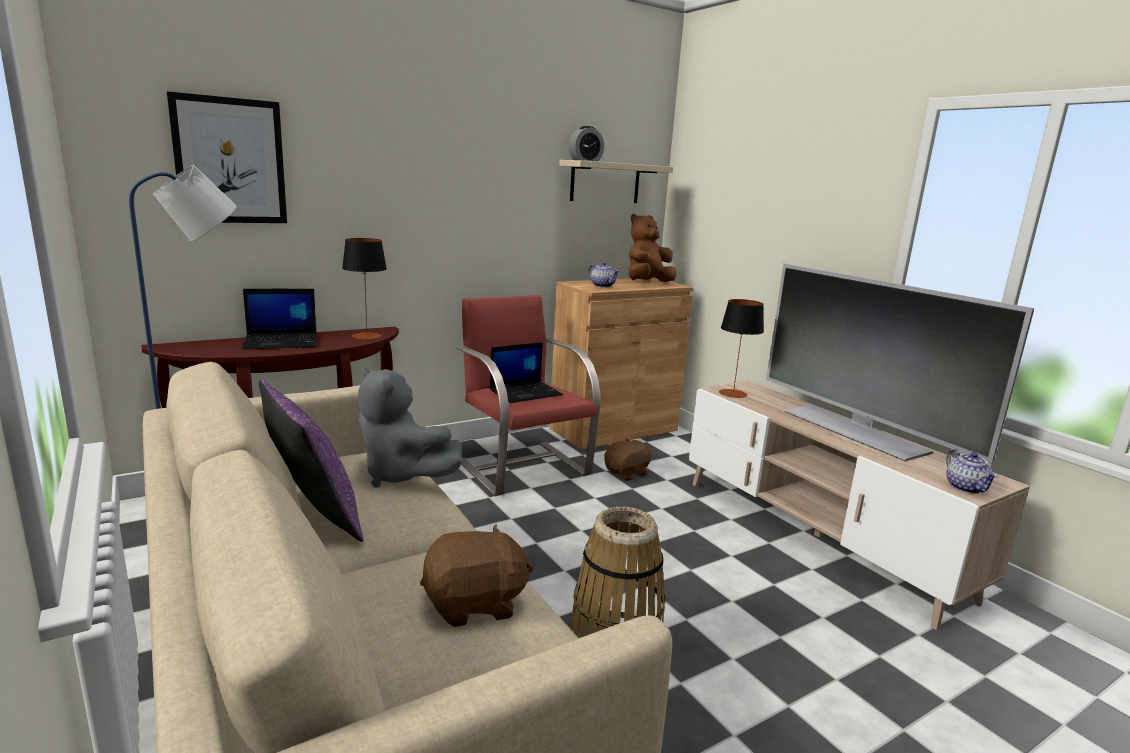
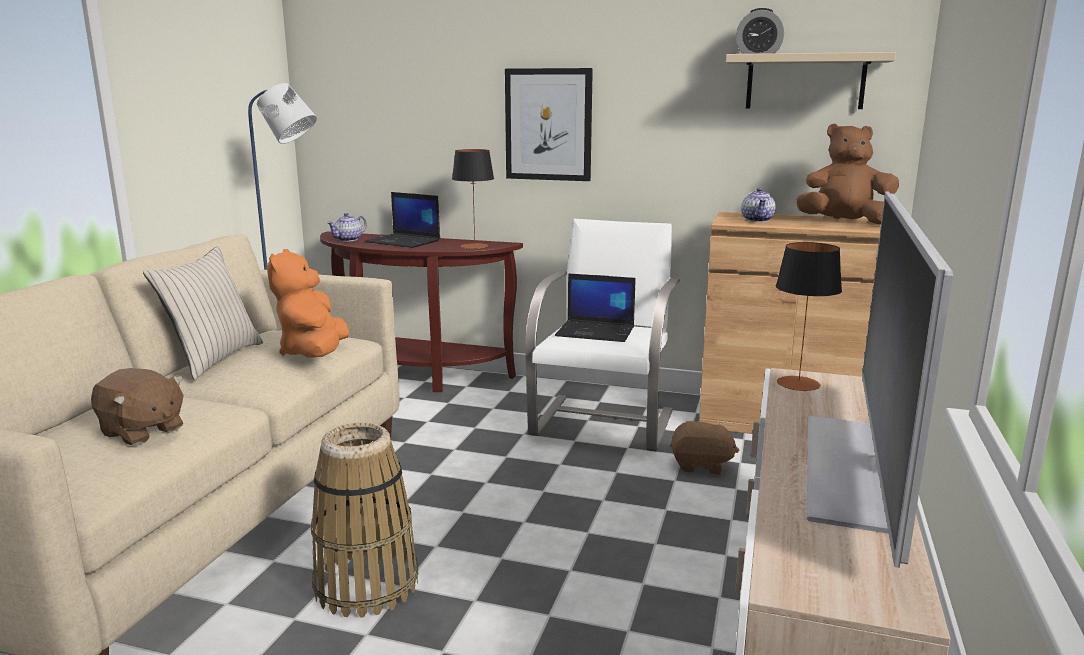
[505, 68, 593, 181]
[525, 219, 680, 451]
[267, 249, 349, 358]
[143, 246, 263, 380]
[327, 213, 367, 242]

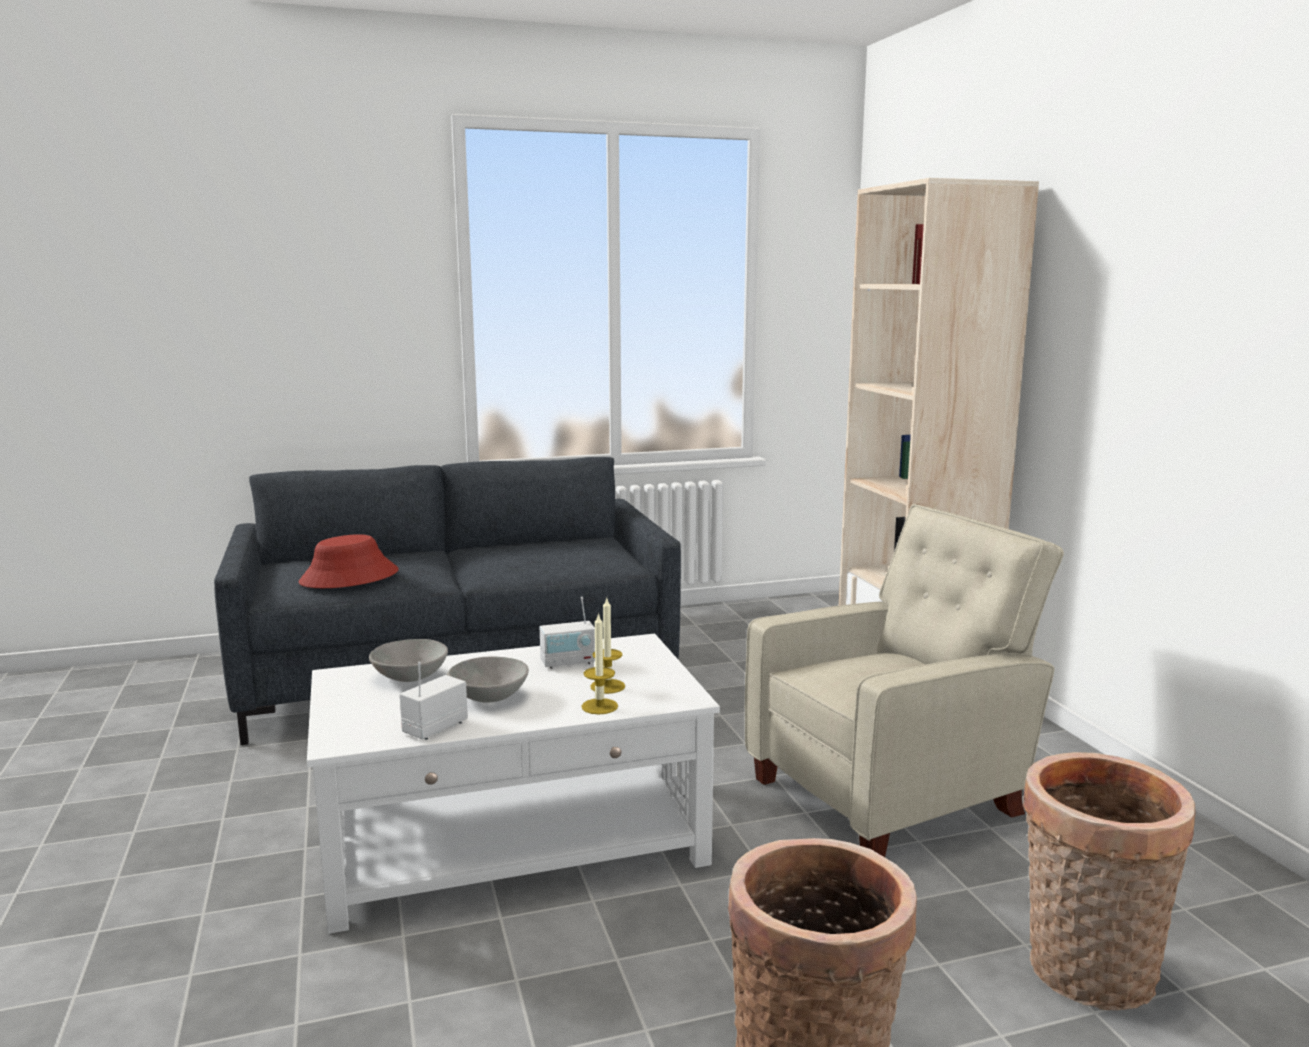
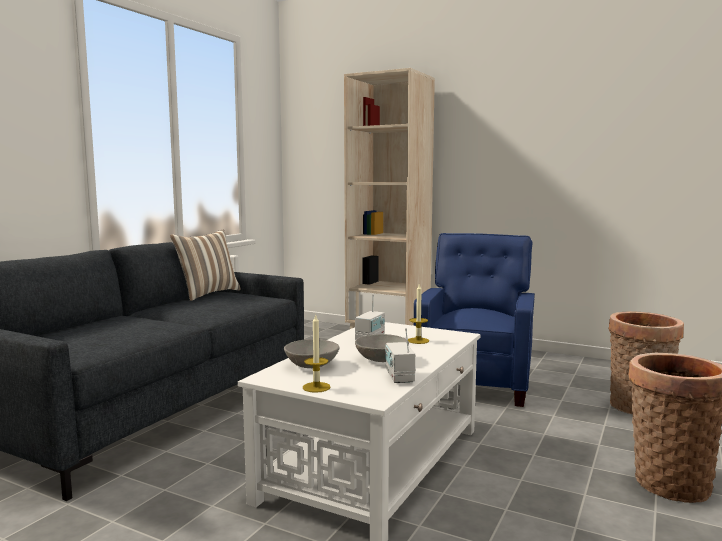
[414, 233, 535, 407]
[299, 534, 399, 588] (first image)
[303, 315, 331, 393]
[170, 230, 240, 301]

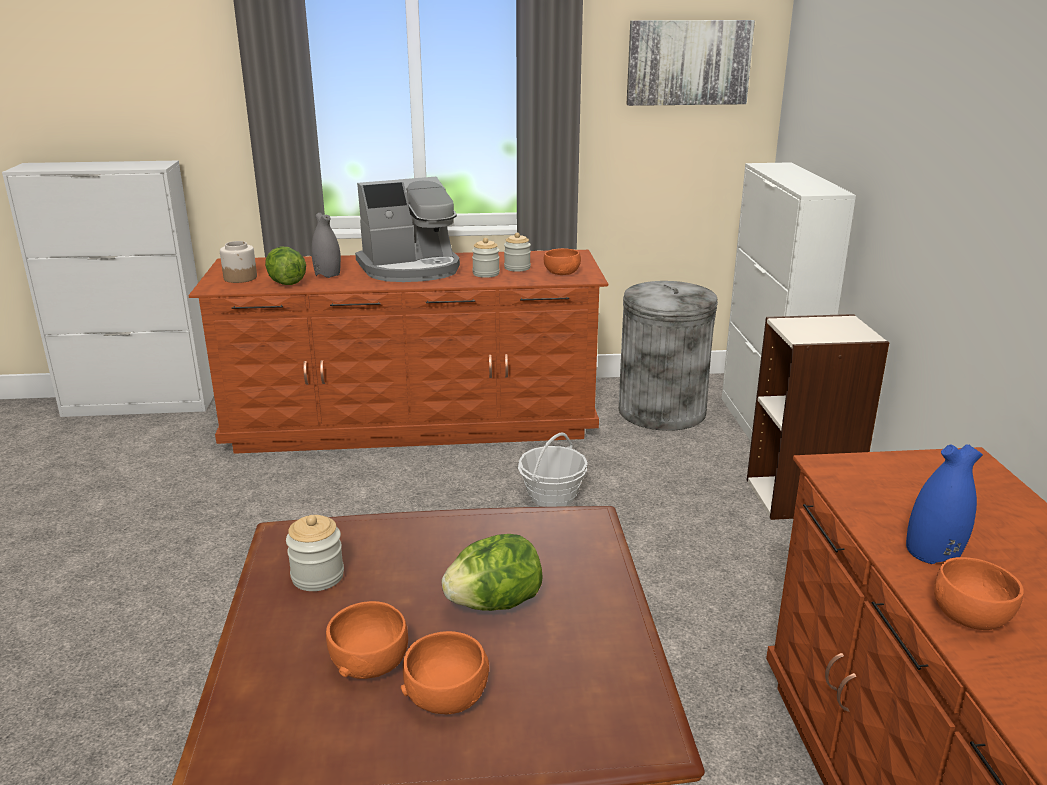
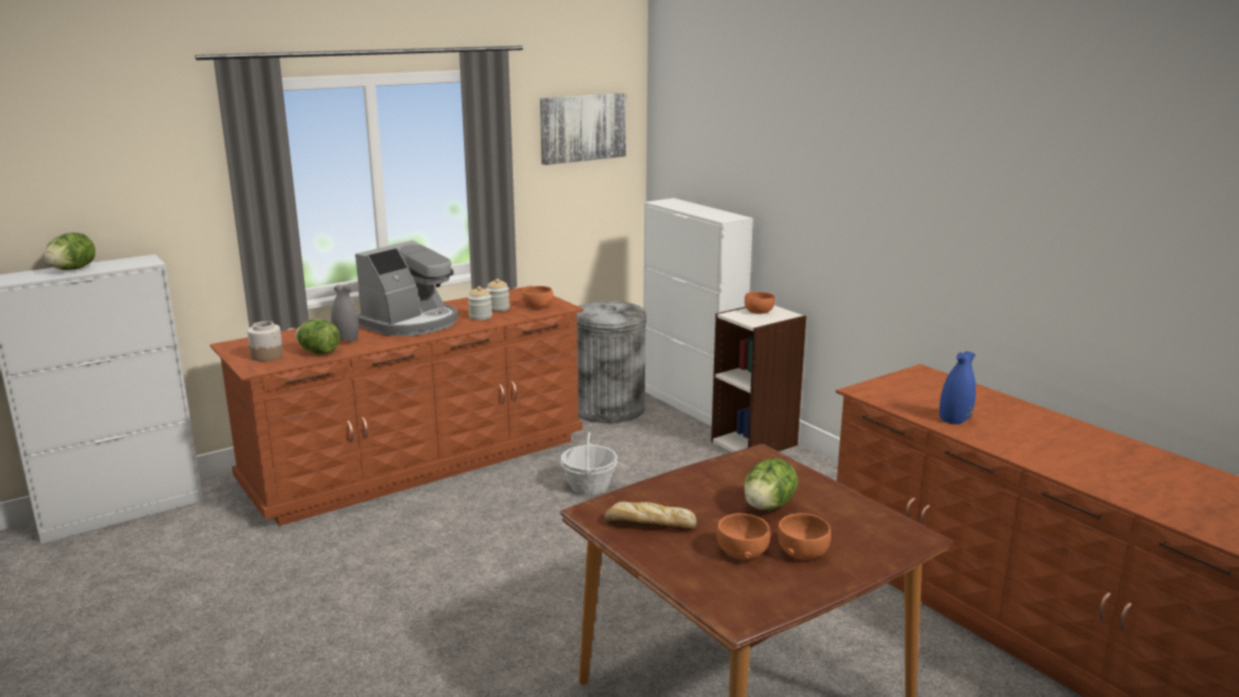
[605, 502, 697, 530]
[745, 292, 775, 314]
[44, 233, 95, 270]

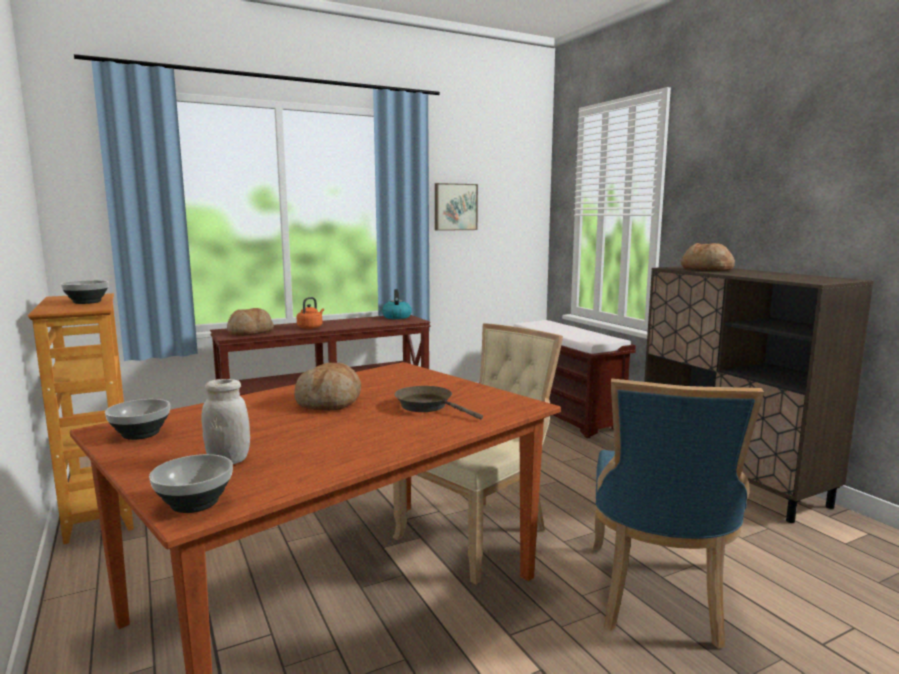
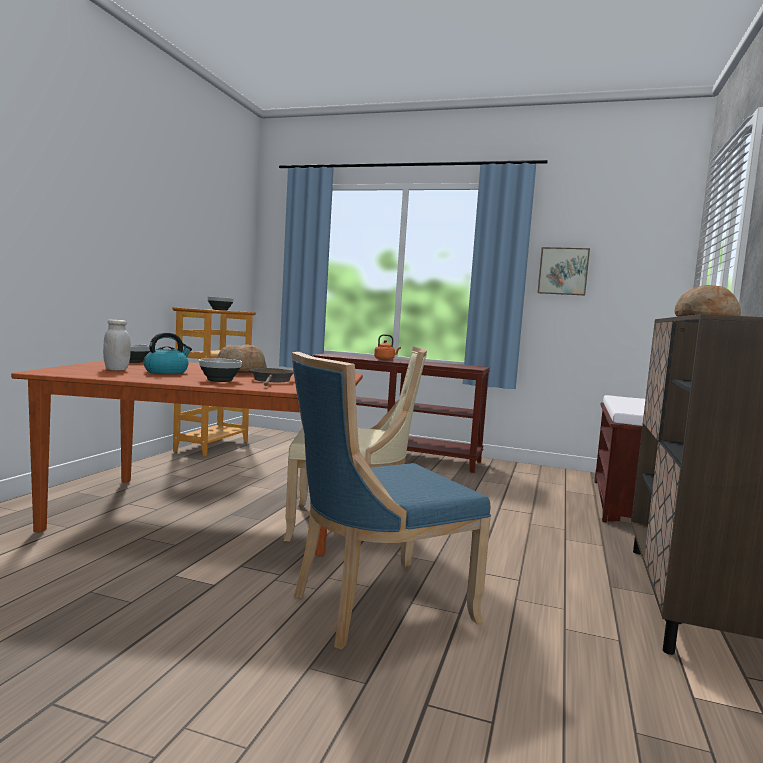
[144, 332, 192, 374]
[227, 308, 274, 336] (first image)
[199, 358, 242, 382]

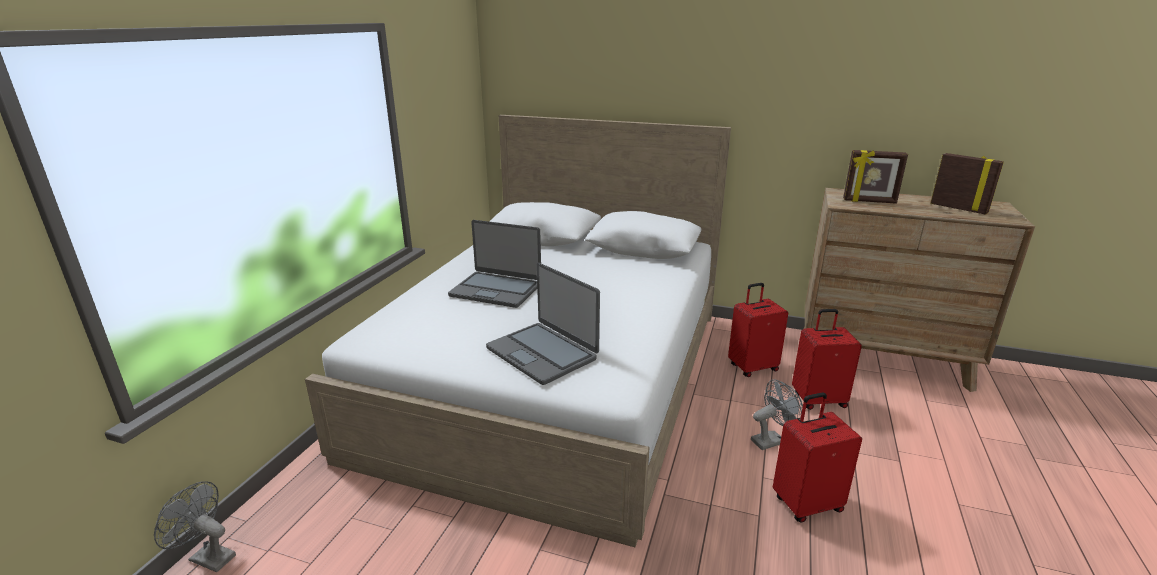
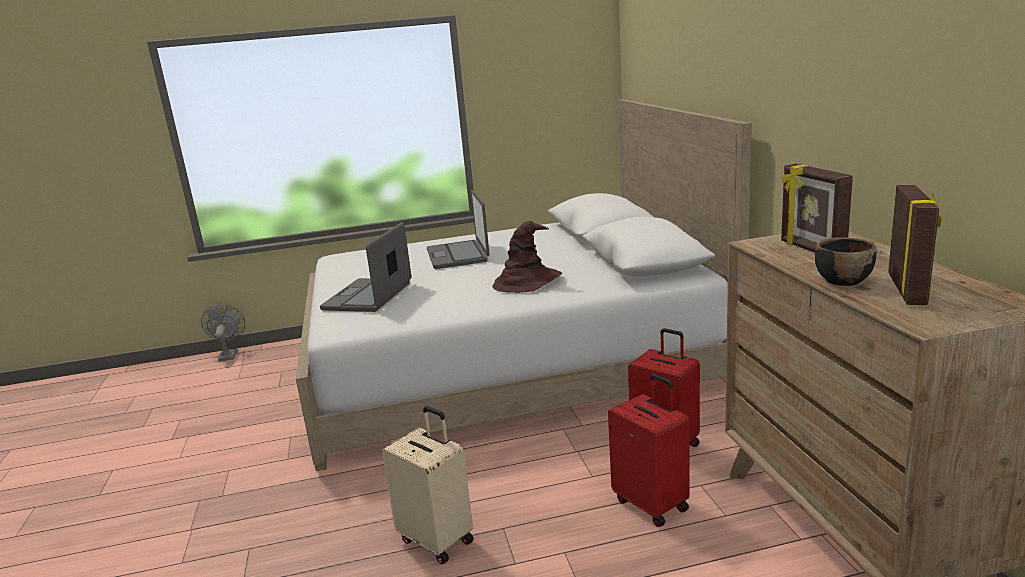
[751, 380, 803, 450] (first image)
[382, 406, 474, 564]
[492, 221, 562, 293]
[815, 237, 876, 286]

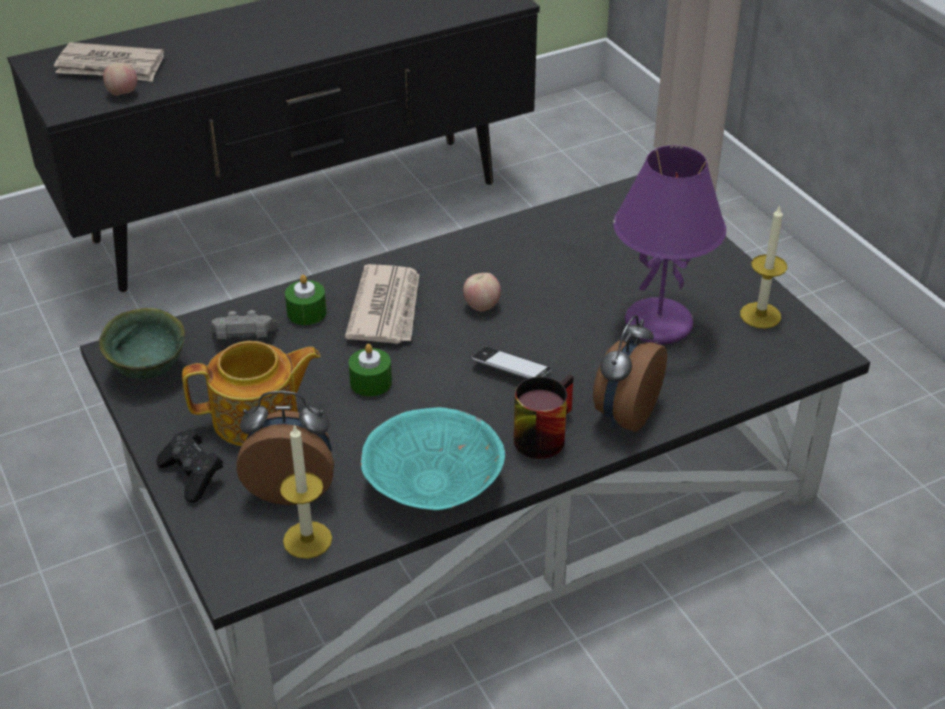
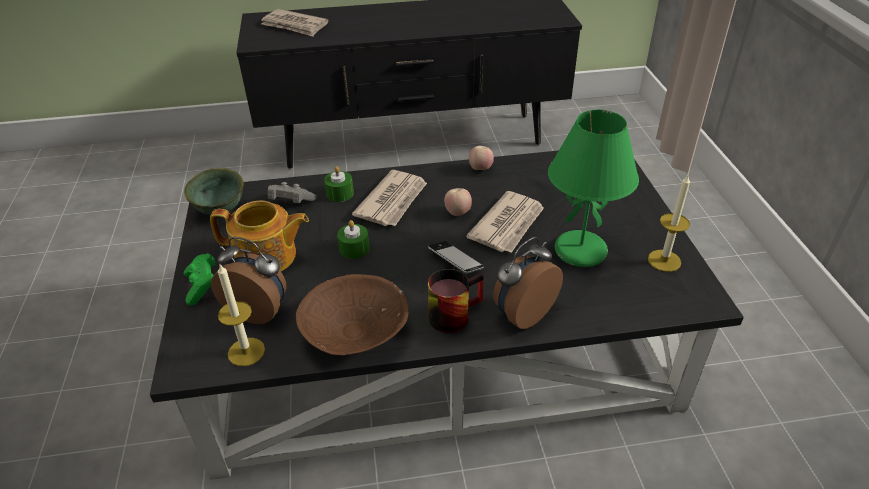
[469, 146, 494, 170]
[548, 110, 639, 267]
[295, 274, 409, 355]
[184, 253, 216, 305]
[466, 191, 544, 253]

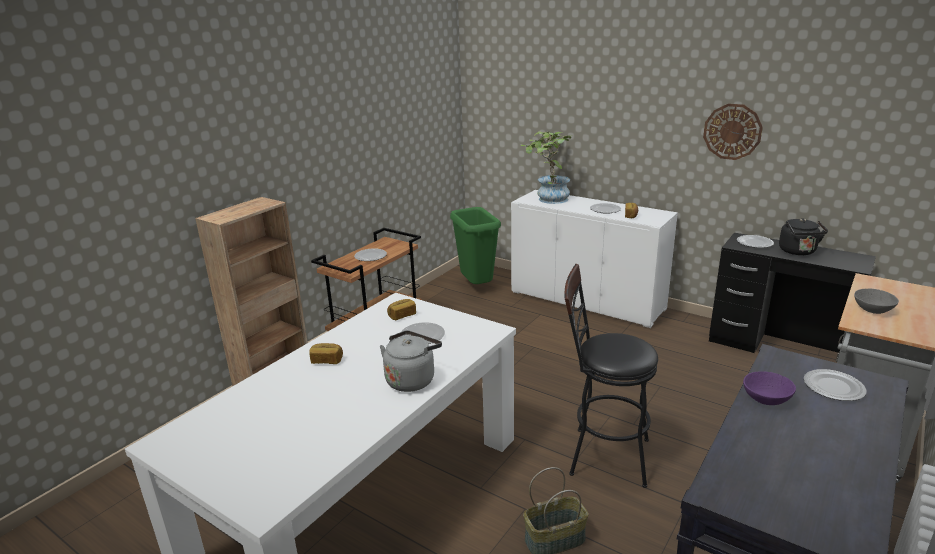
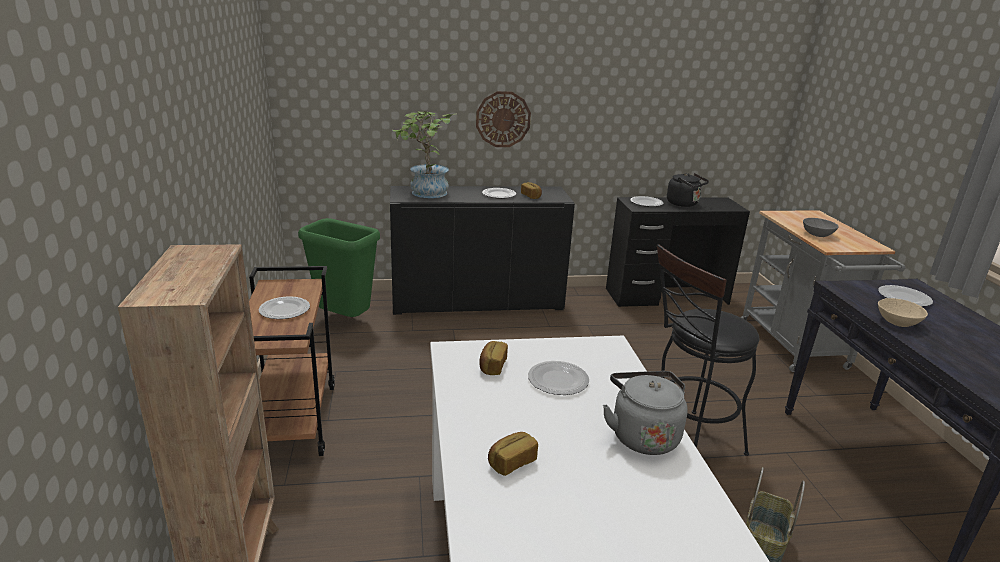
[476, 91, 531, 147]
[390, 186, 575, 315]
[878, 298, 928, 327]

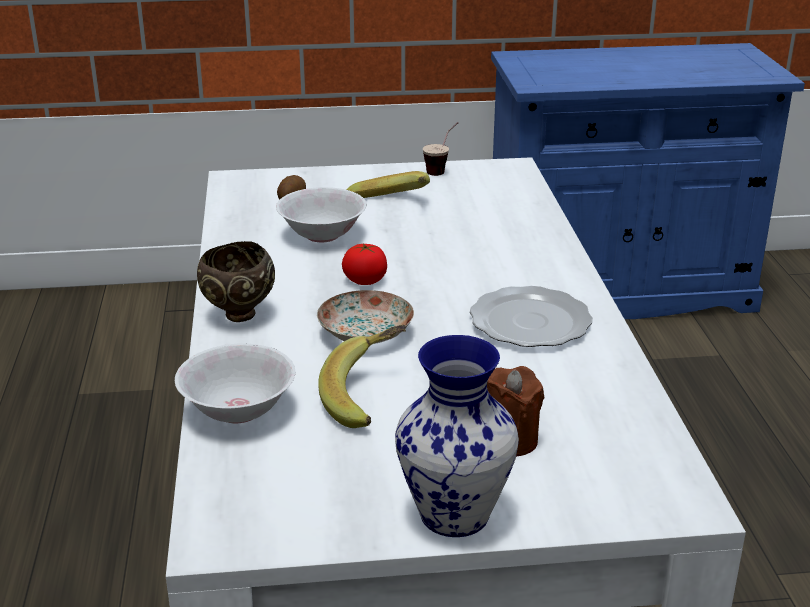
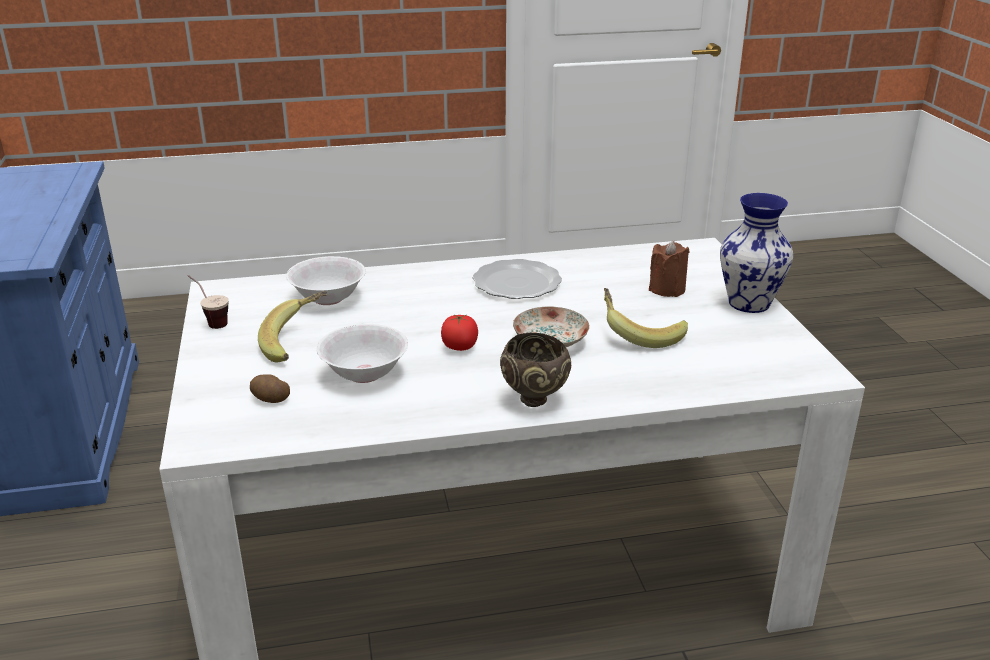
[286, 256, 366, 305]

